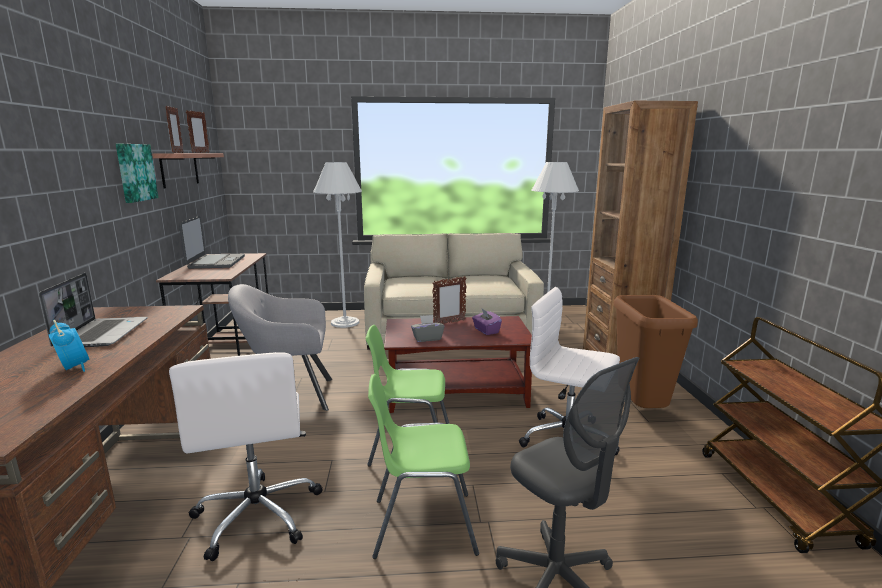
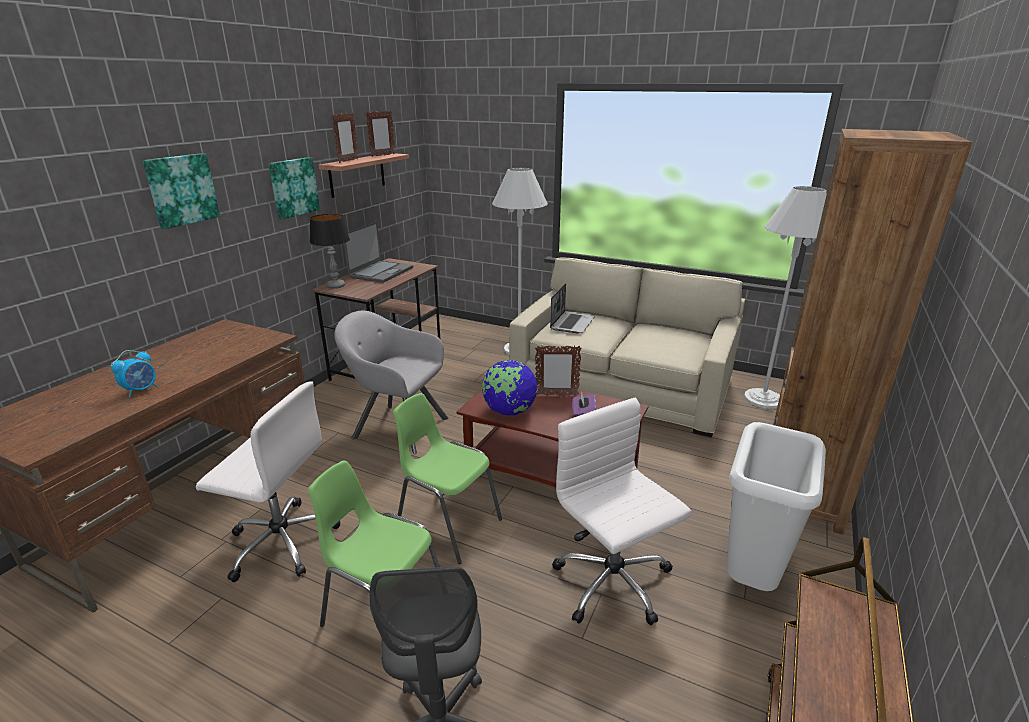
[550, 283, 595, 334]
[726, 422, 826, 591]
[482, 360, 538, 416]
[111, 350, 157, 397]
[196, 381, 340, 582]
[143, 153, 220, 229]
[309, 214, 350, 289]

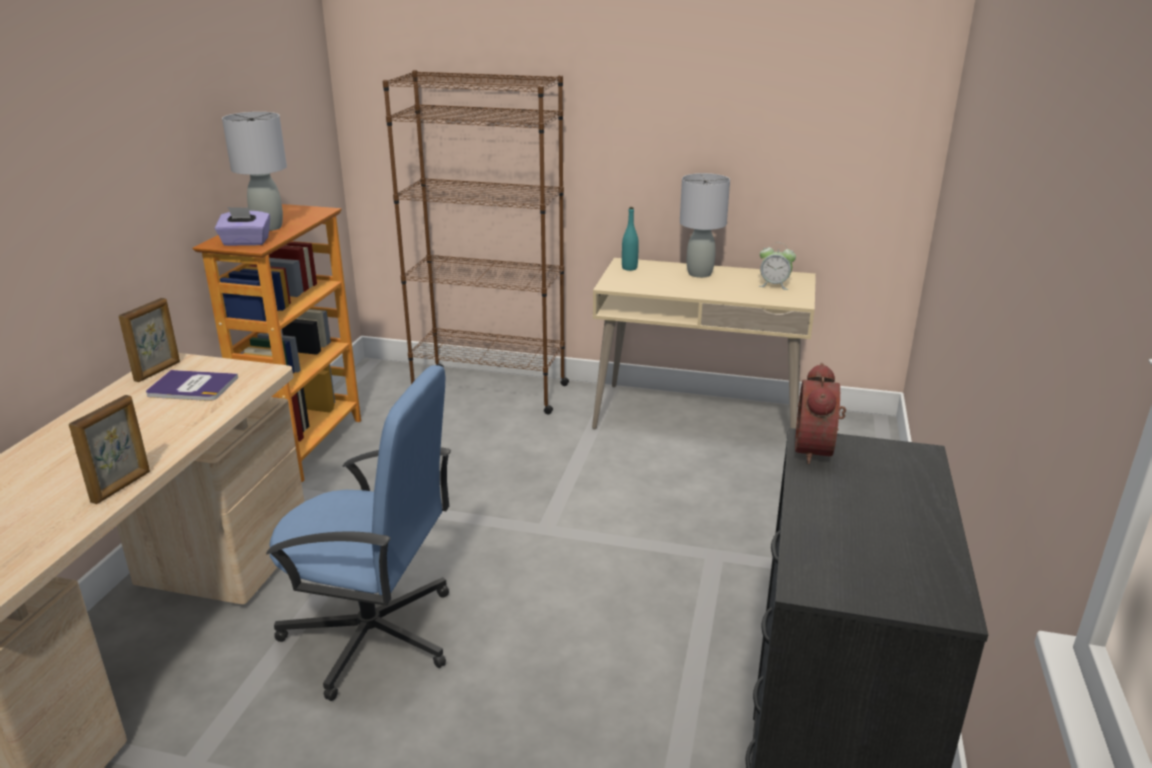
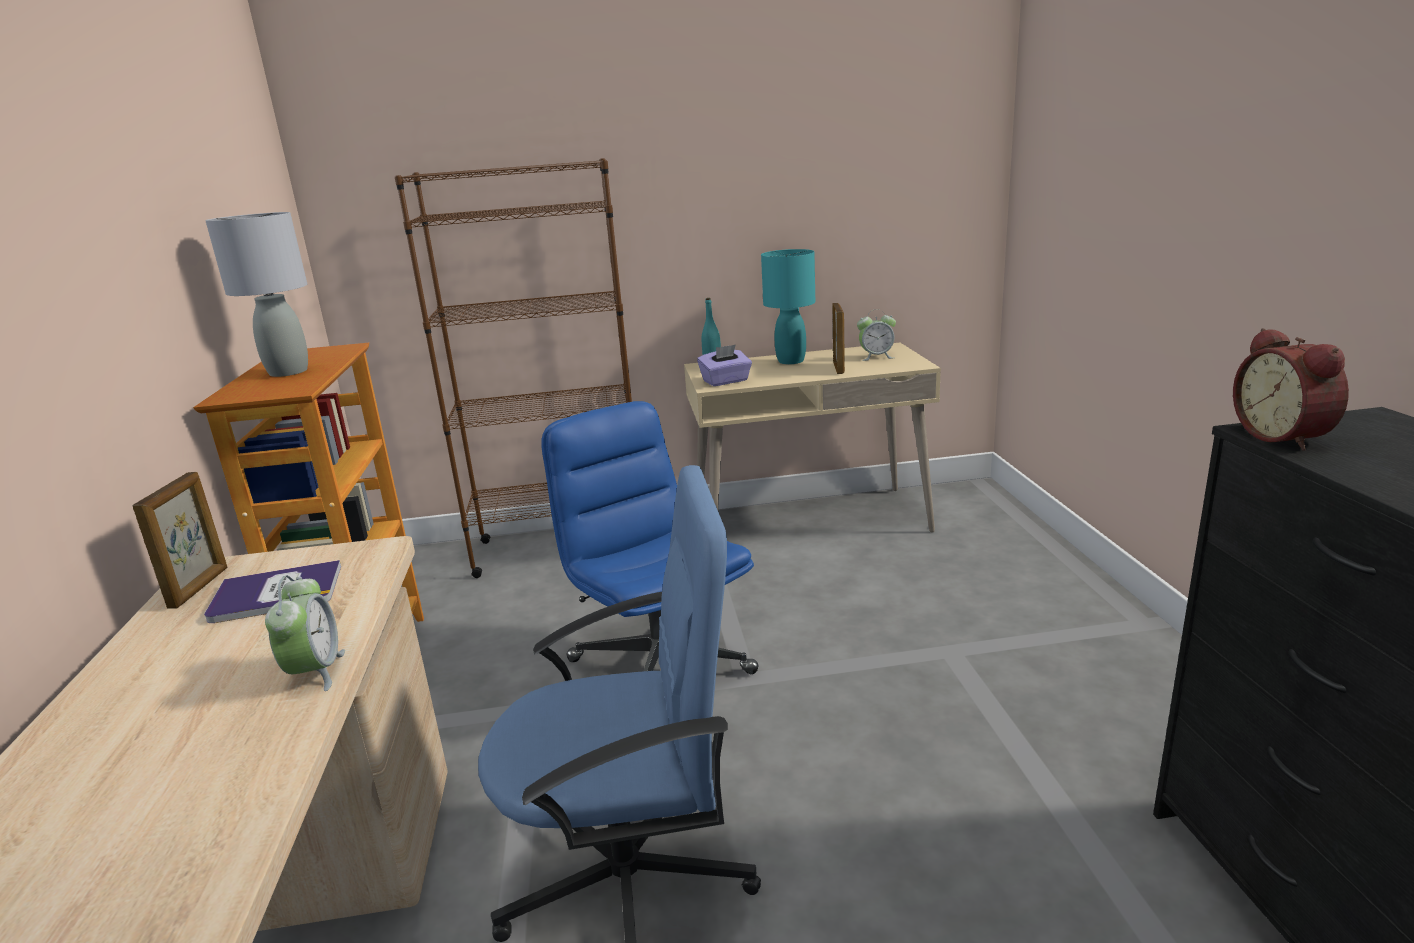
[761, 249, 815, 364]
[697, 344, 752, 386]
[832, 303, 845, 374]
[541, 401, 759, 674]
[265, 575, 345, 691]

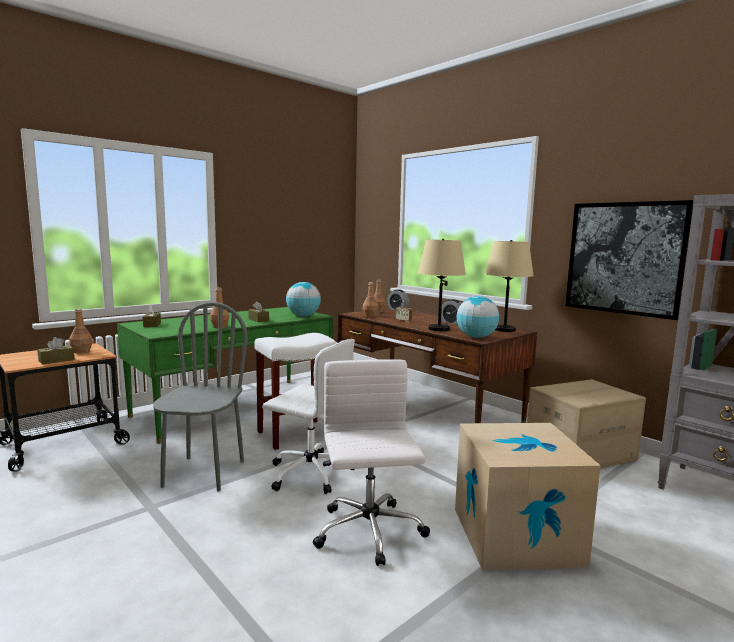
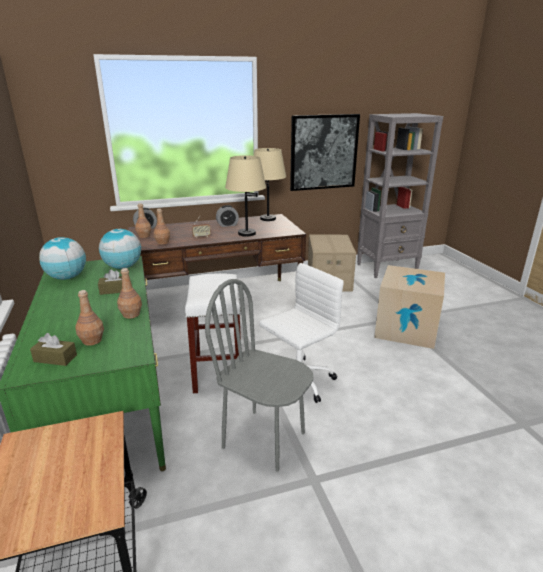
[39, 237, 86, 280]
[75, 290, 104, 346]
[38, 337, 75, 364] (first image)
[313, 359, 430, 566] (first image)

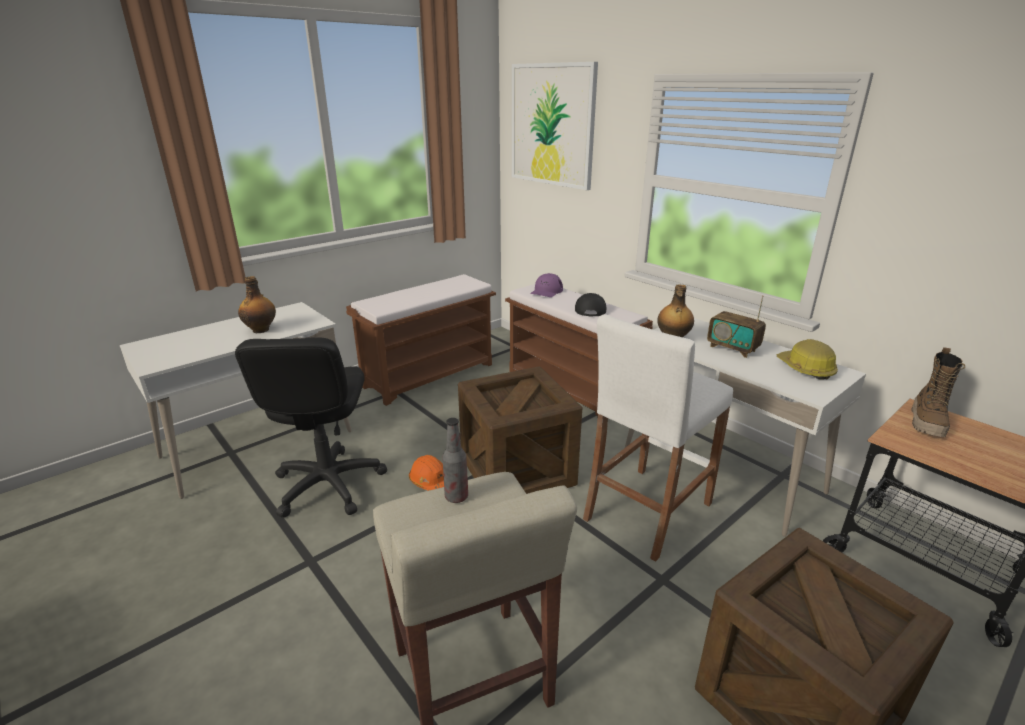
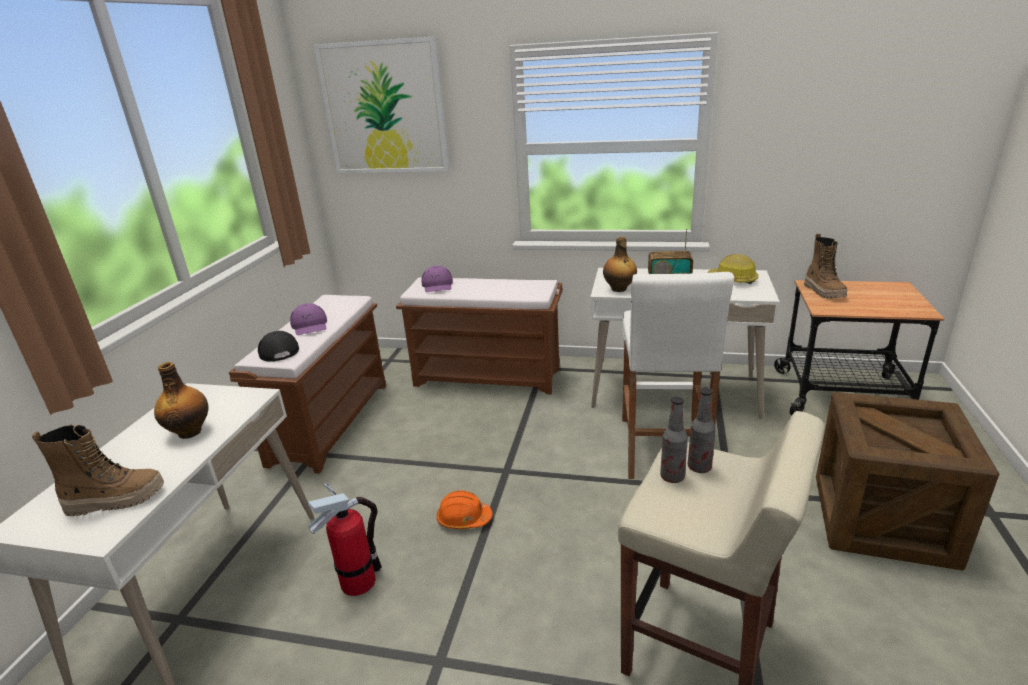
[258, 331, 299, 362]
[308, 482, 382, 596]
[458, 366, 583, 494] (first image)
[290, 303, 327, 335]
[688, 388, 716, 473]
[32, 424, 164, 516]

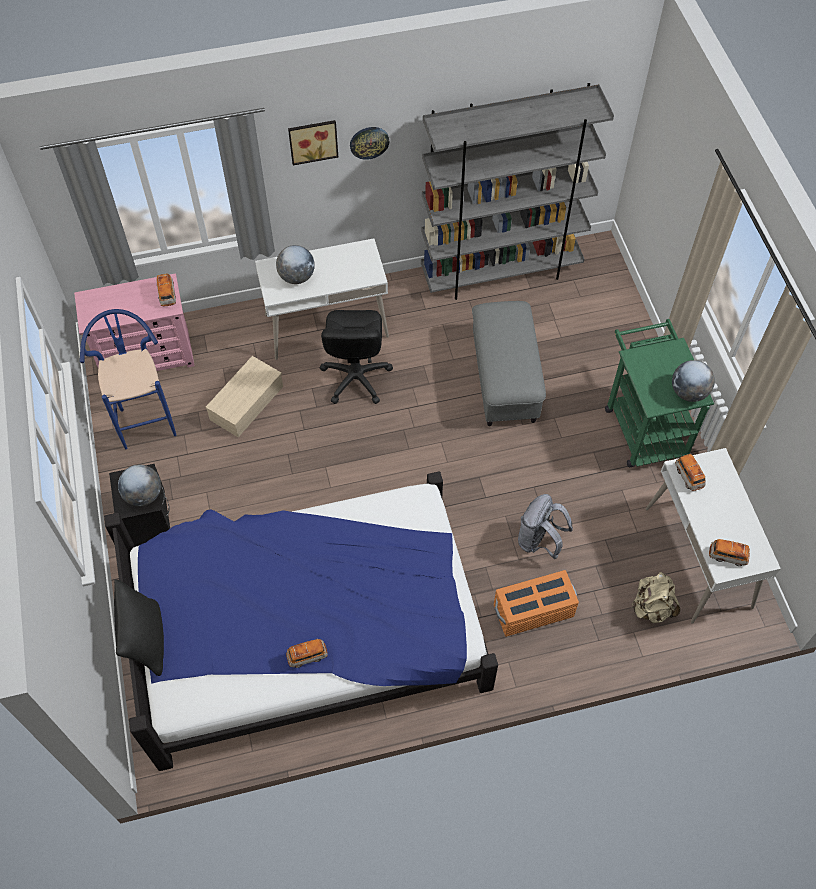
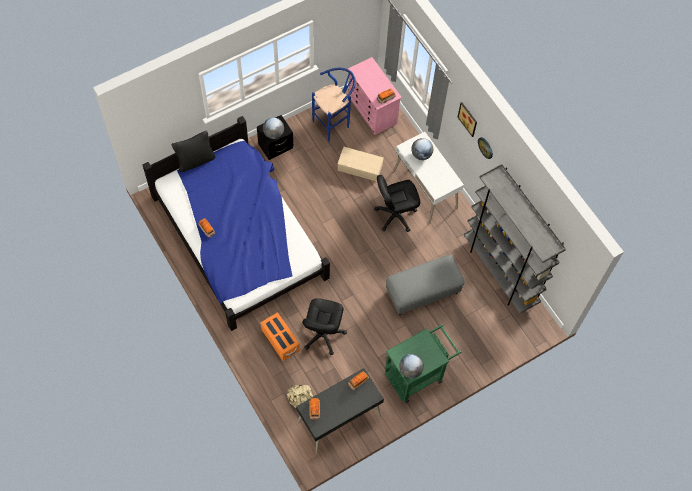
[296, 368, 384, 454]
[302, 298, 347, 355]

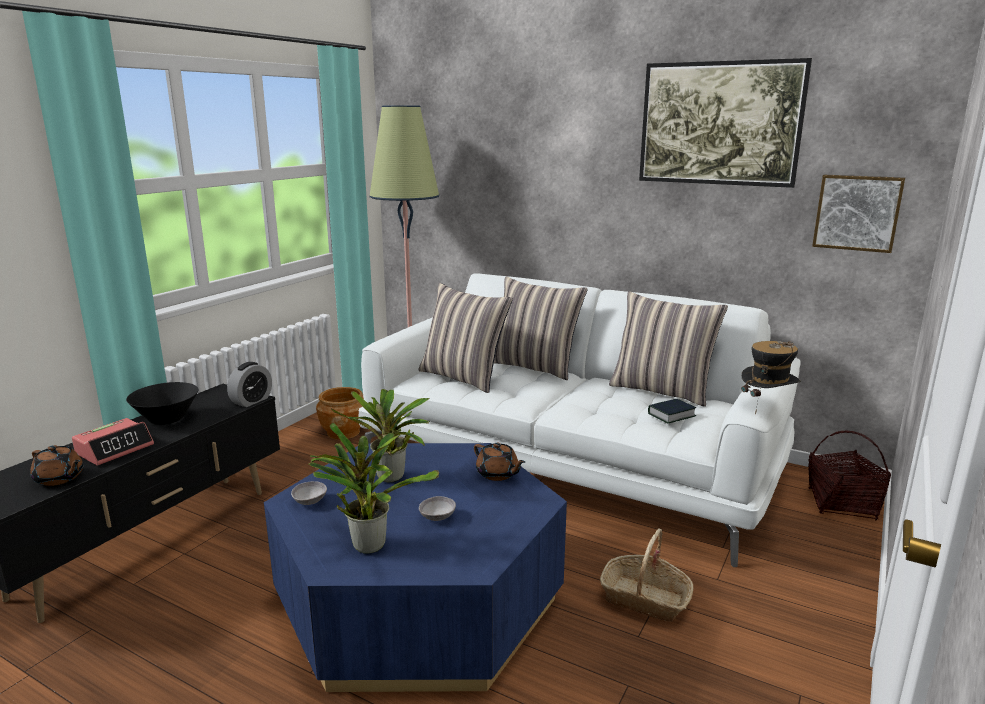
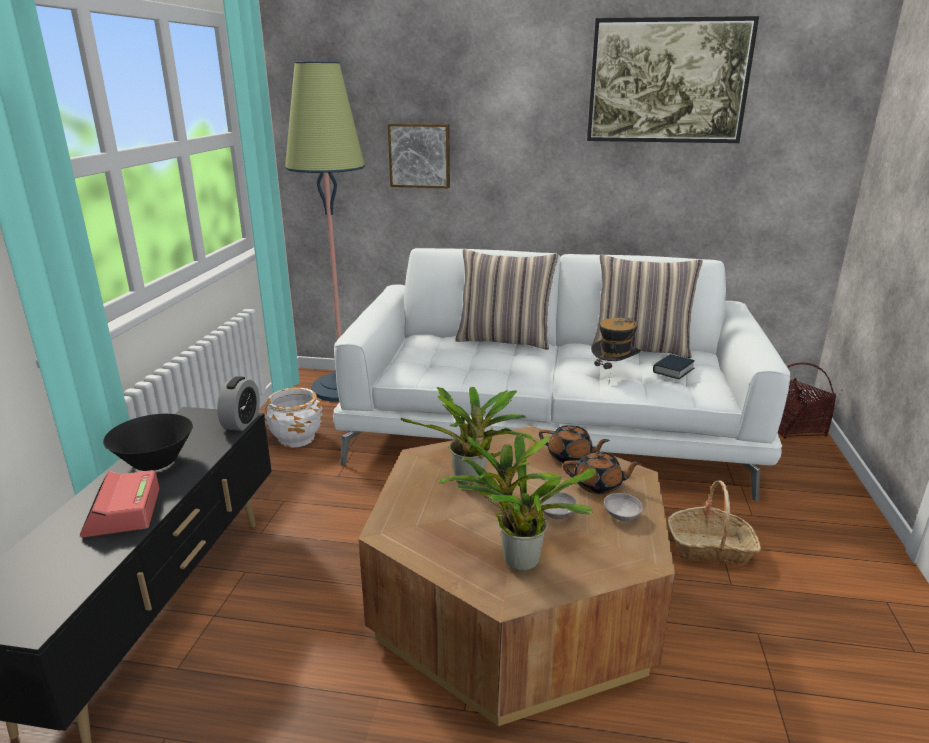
[388, 123, 450, 188]
[418, 283, 513, 393] (first image)
[591, 318, 641, 383]
[264, 388, 323, 448]
[80, 470, 159, 537]
[358, 426, 675, 726]
[563, 451, 642, 494]
[604, 493, 643, 521]

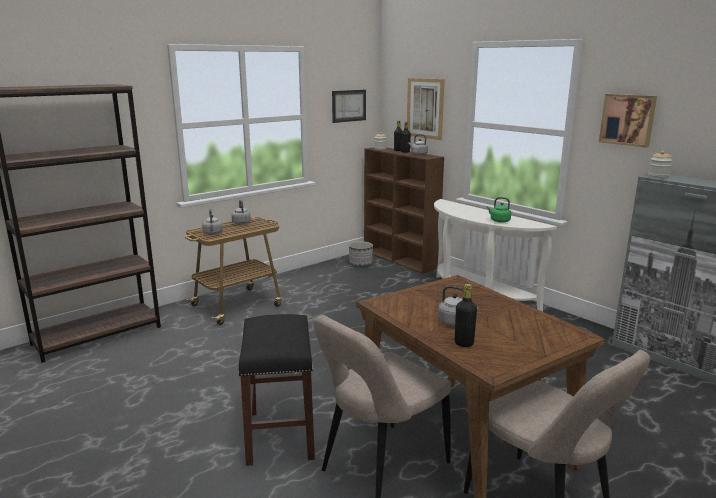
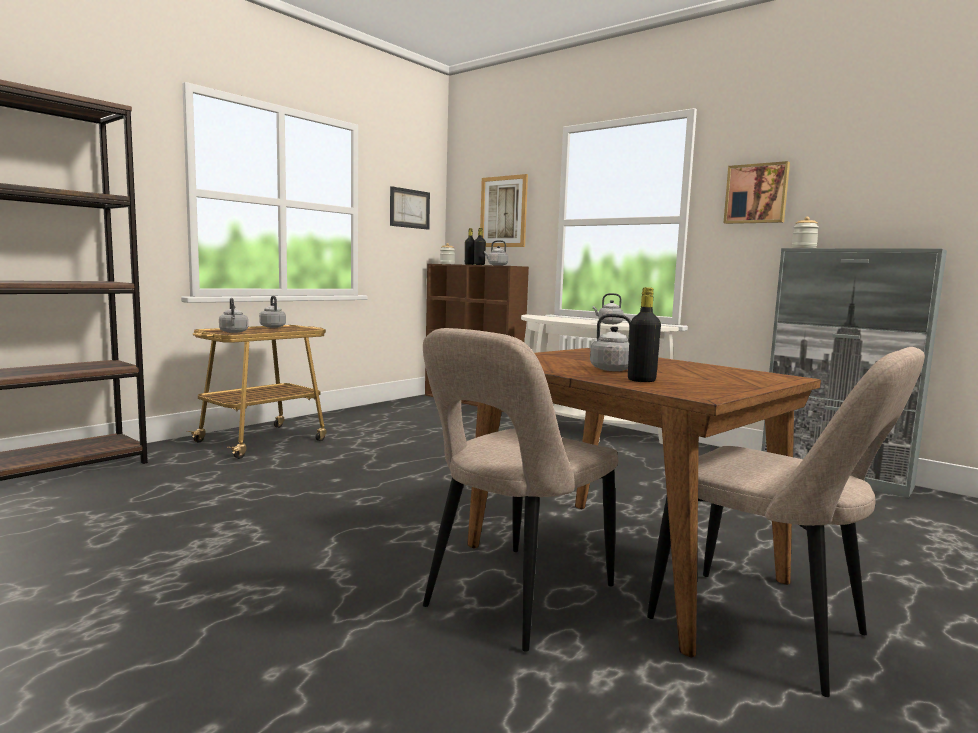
[593, 293, 624, 324]
[349, 241, 373, 267] (first image)
[238, 314, 315, 466] (first image)

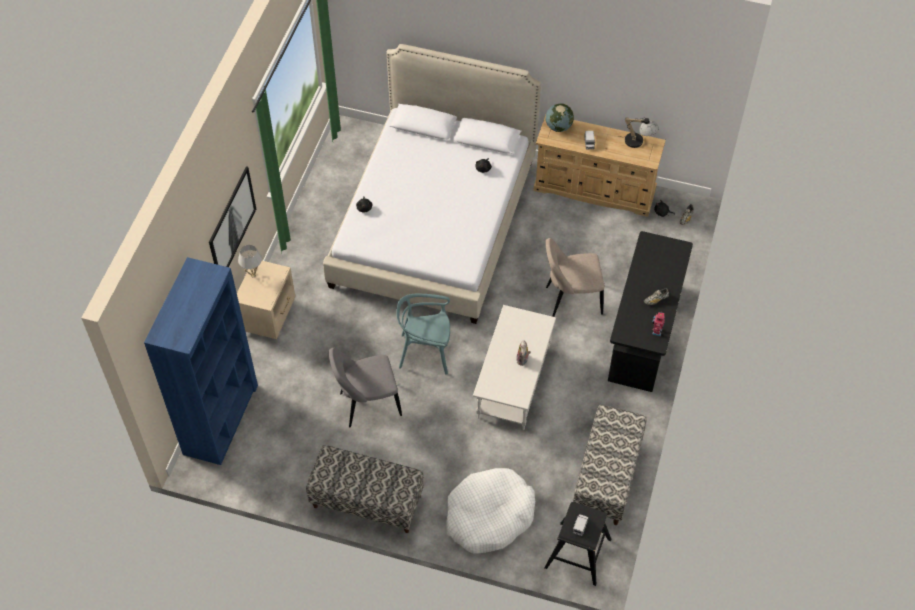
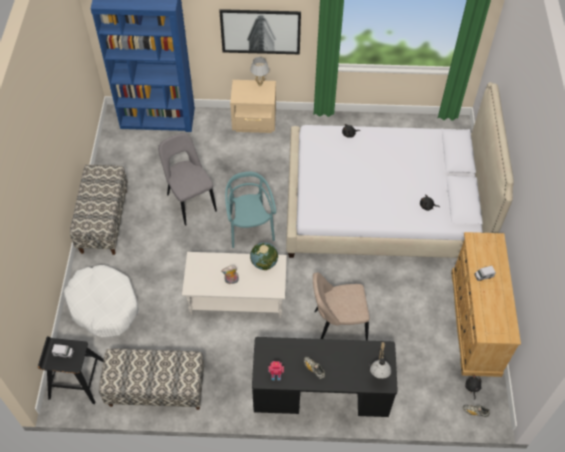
[250, 242, 278, 270]
[369, 342, 391, 379]
[313, 272, 370, 341]

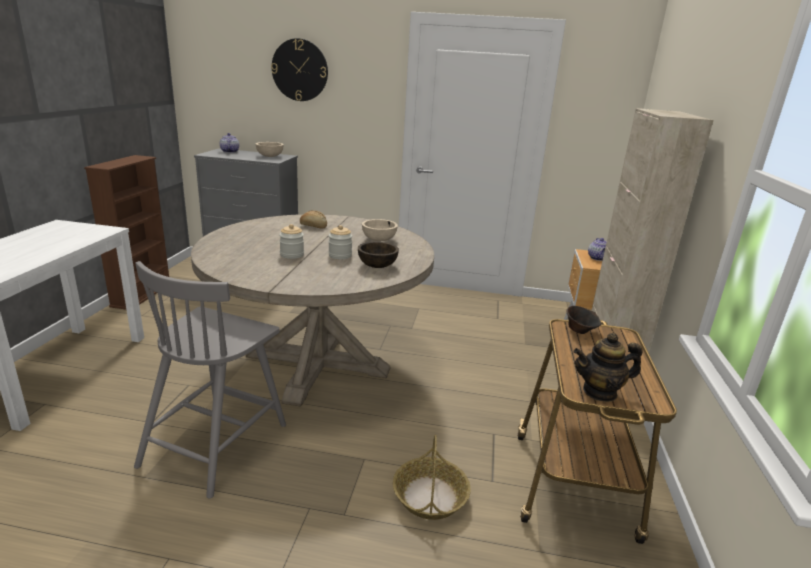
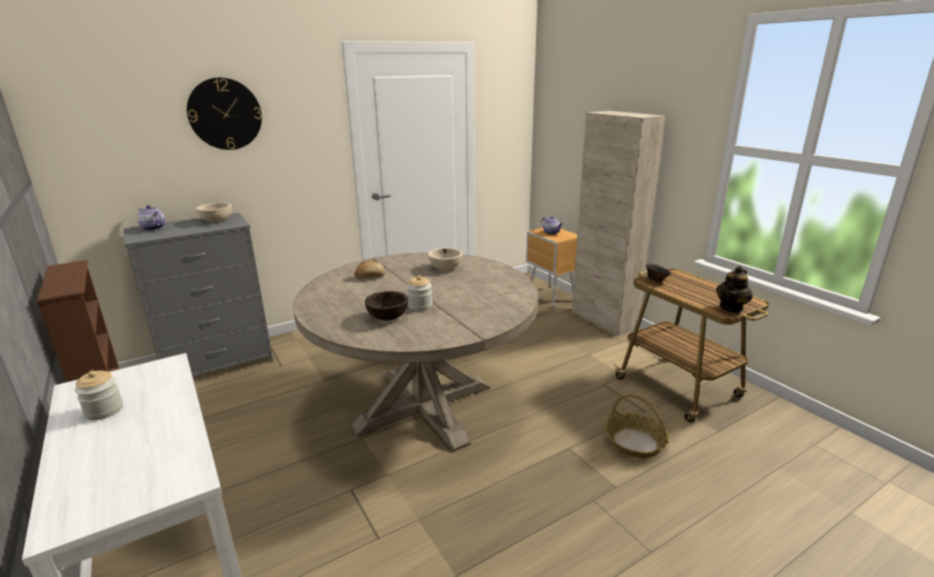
[75, 370, 123, 420]
[365, 291, 408, 320]
[134, 261, 286, 499] (first image)

